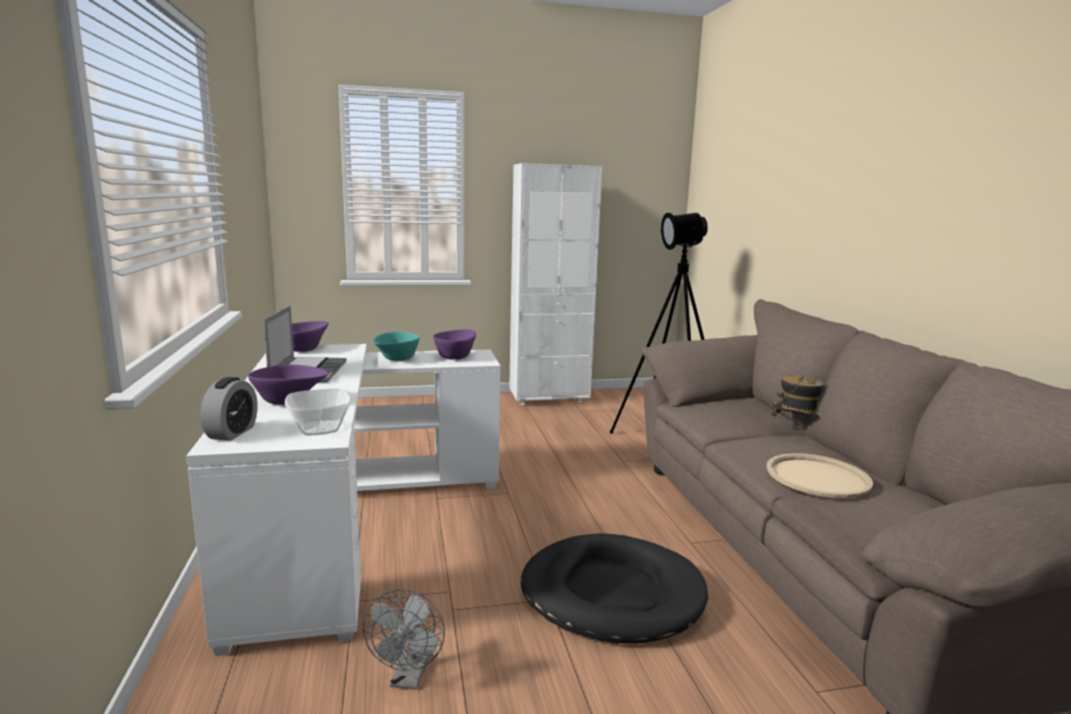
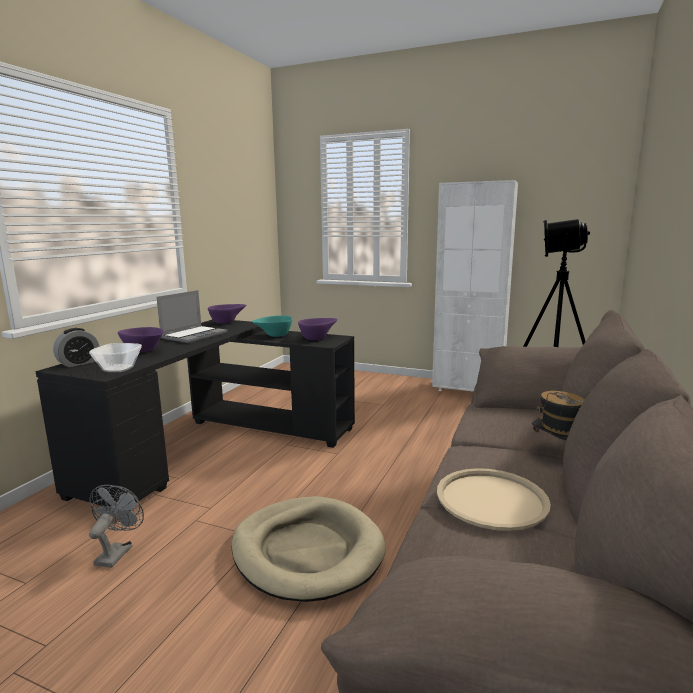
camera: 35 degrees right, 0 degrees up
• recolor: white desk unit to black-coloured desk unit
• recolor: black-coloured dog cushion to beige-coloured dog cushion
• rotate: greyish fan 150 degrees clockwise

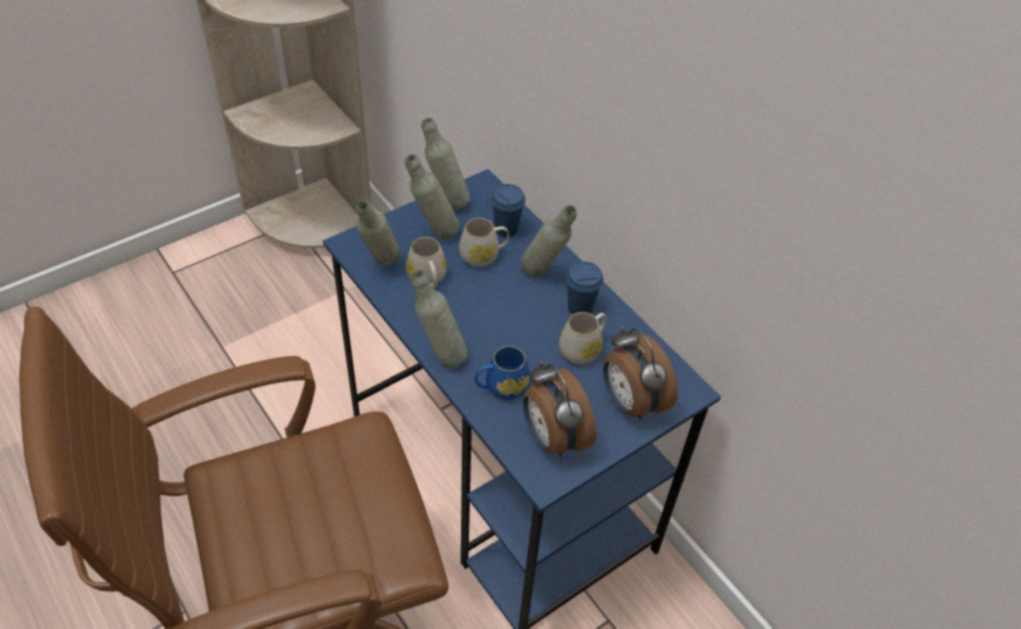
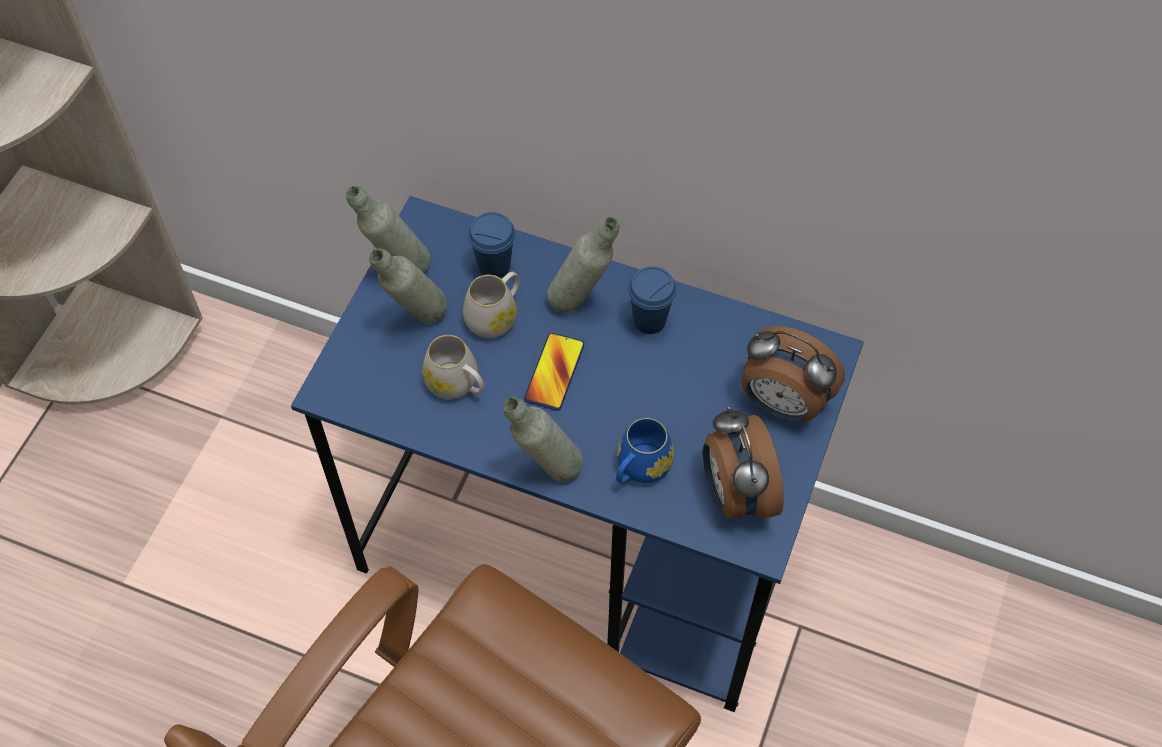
camera: 30 degrees left, 10 degrees up
• delete: greyish drink bottle (1st from left)
• delete: white coffee mug (3rd from left)
• insert: handset
• rotate: bedside clock (1st from left) 45 degrees clockwise

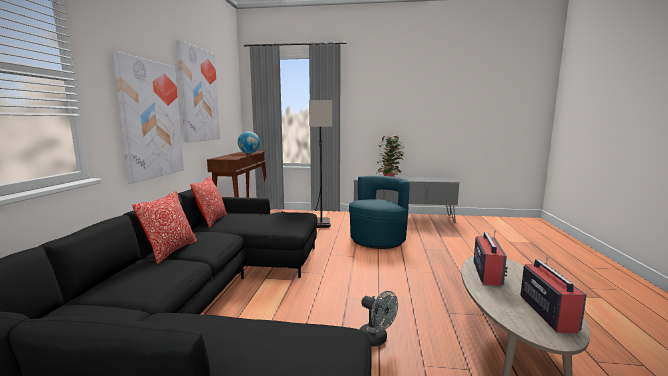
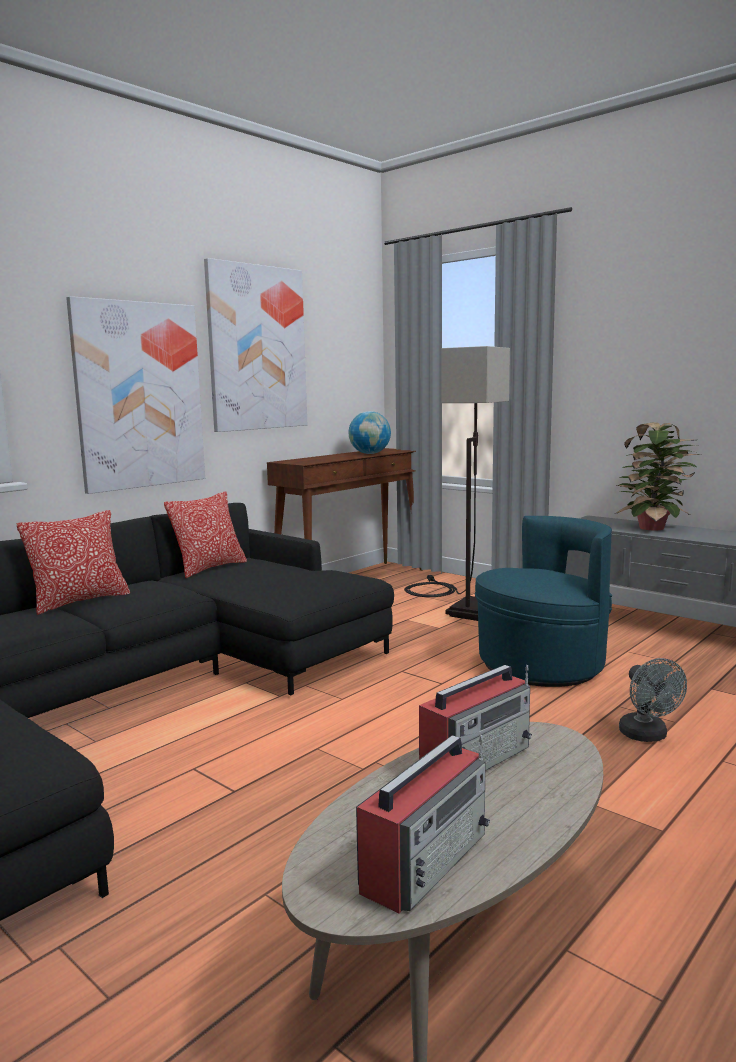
camera: 35 degrees right, 0 degrees up
• move: greyish fan

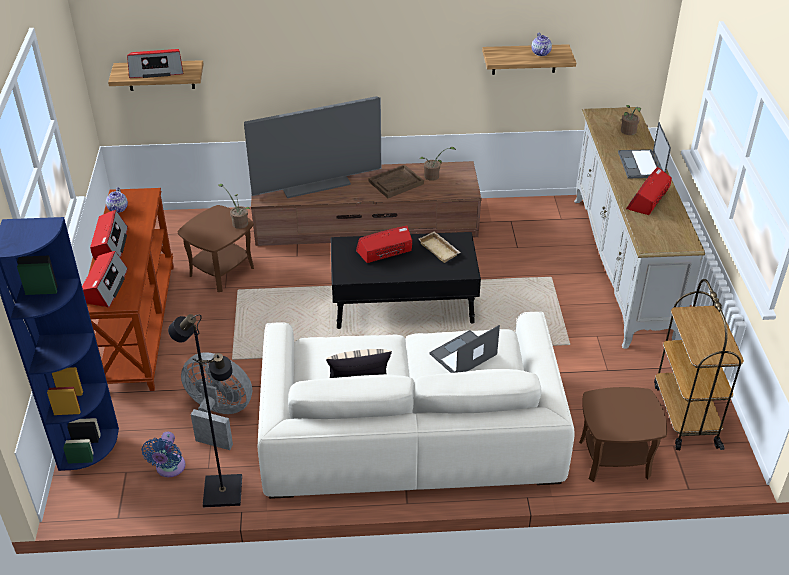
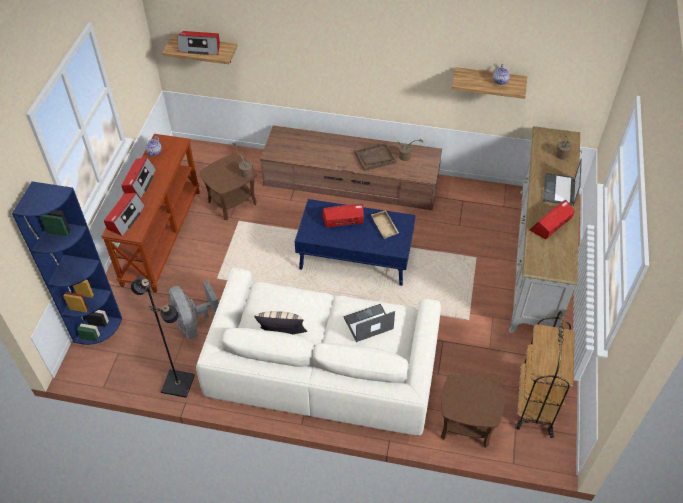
camera: 15 degrees right, 10 degrees up
• delete: blue fan
• delete: TV set
• recolor: black-coloured coffee table to blue coffee table
• rotate: greyish fan 150 degrees counterclockwise

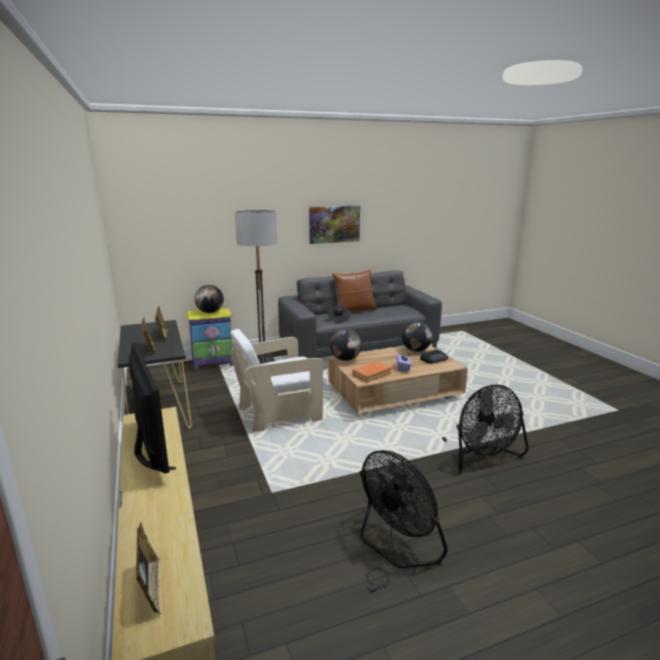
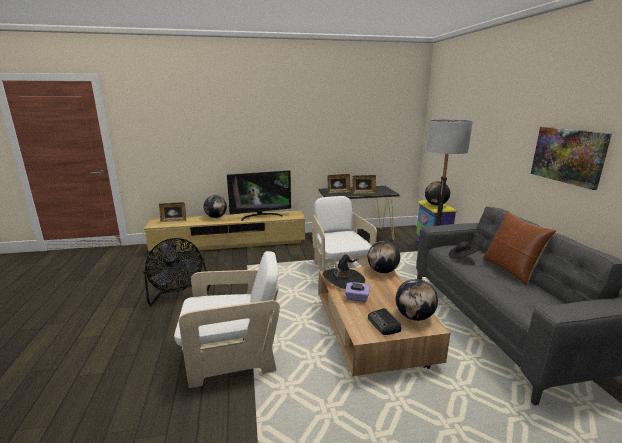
camera: 100 degrees right, 0 degrees up
• insert: desk globe (1st from left)
• replace: orange-coloured volume to black-coloured clothing hat (1st from left)
• replace: black-coloured fan (2nd from left) to white easy chair (1st from left)

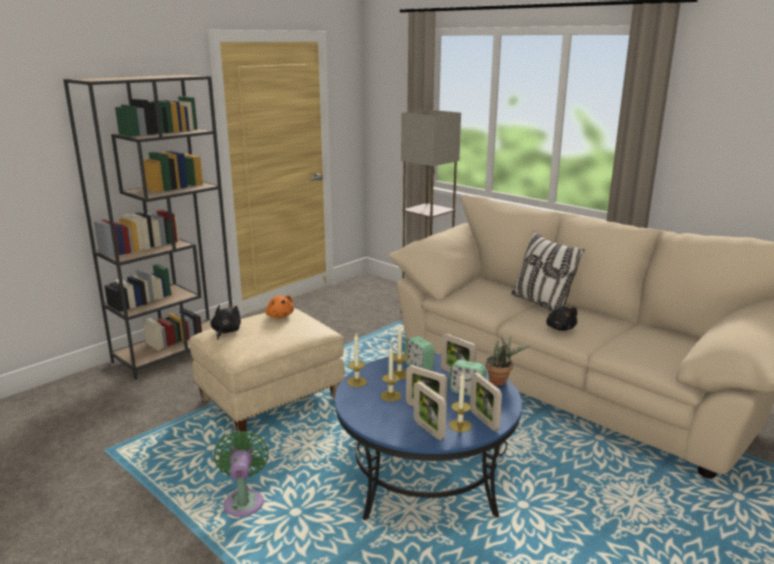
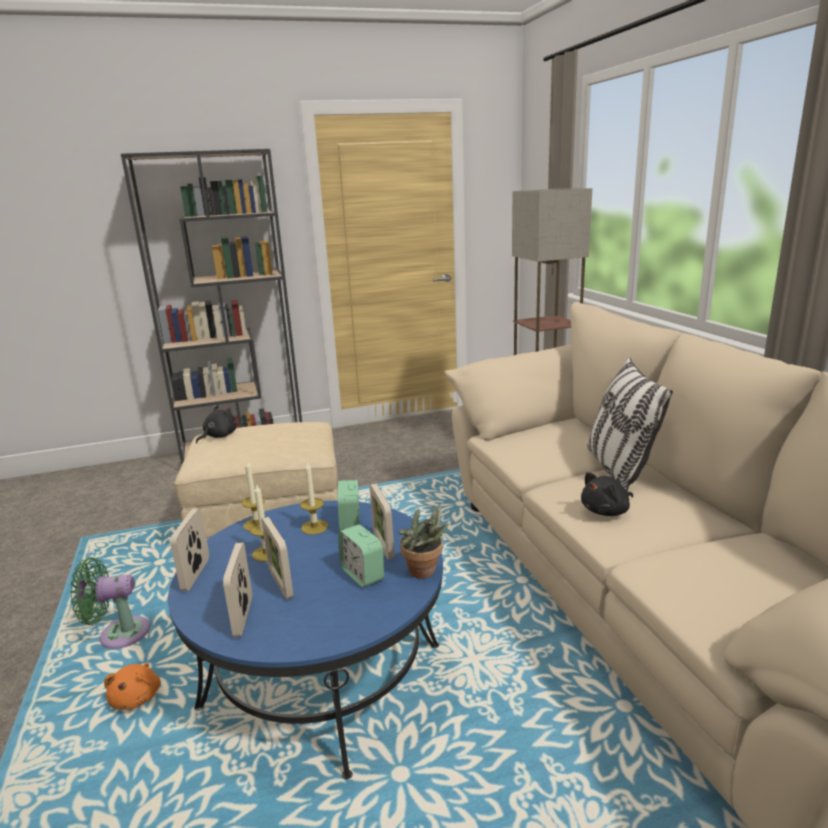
camera: 30 degrees right, 0 degrees up
• delete: wax light (4th from left)
• move: orange-coloured plush toy
• move: photo frame (4th from left in the first image) to photo frame (1st from left)
• rotate: greenish fan 120 degrees counterclockwise
• rotate: black-coloured plush toy (2nd from left) 45 degrees clockwise

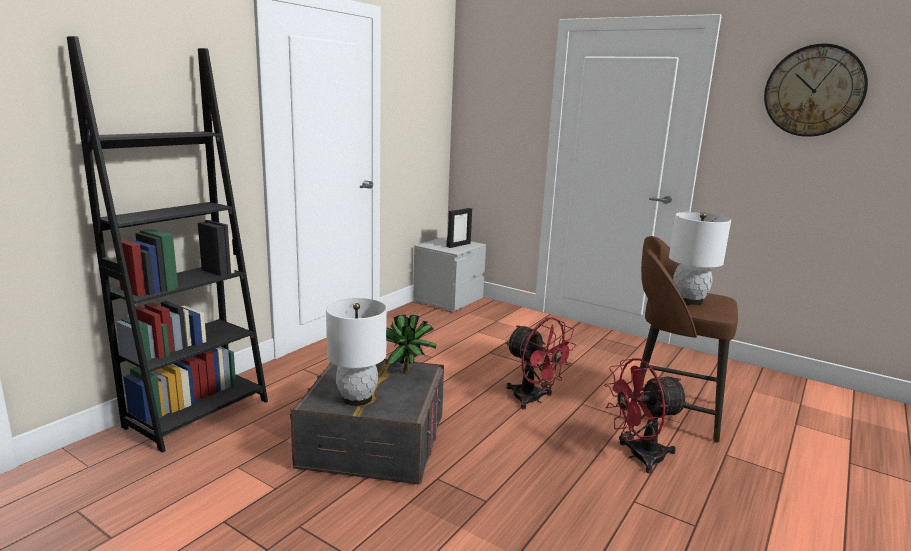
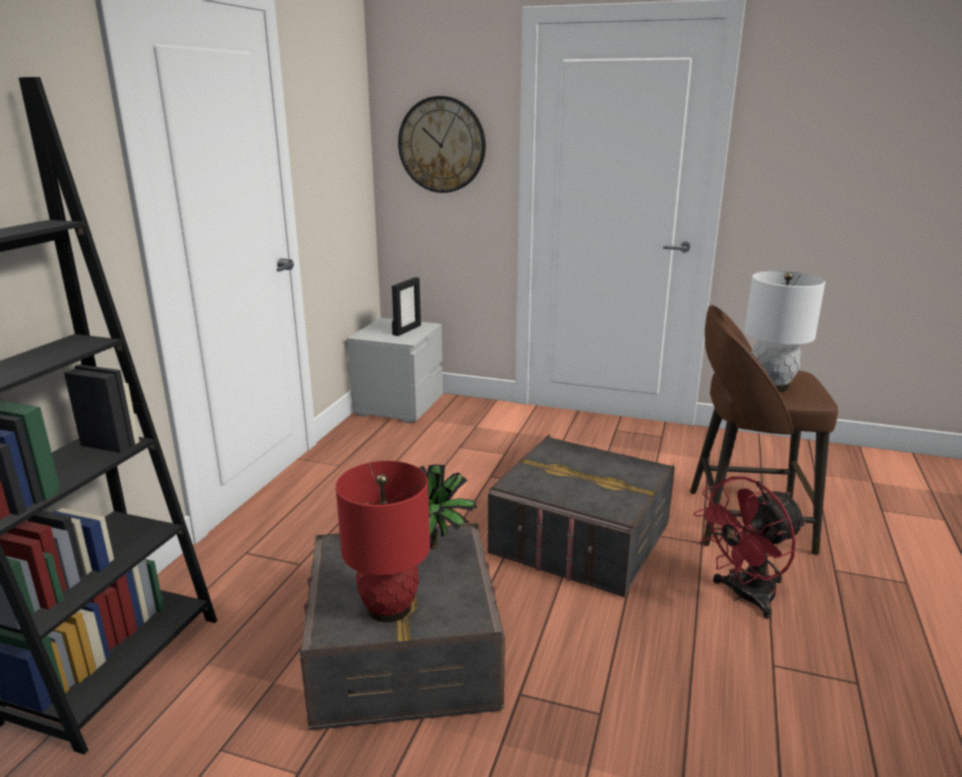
camera: 15 degrees left, 5 degrees up
• move: clock on the wall
• replace: reddish fan (1st from left) to greyish storage container (2nd from left)
• recolor: white tabletop lamp (1st from left) to reddish tabletop lamp

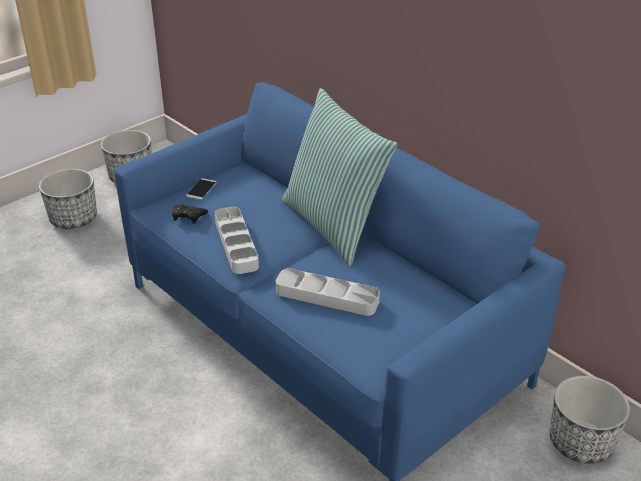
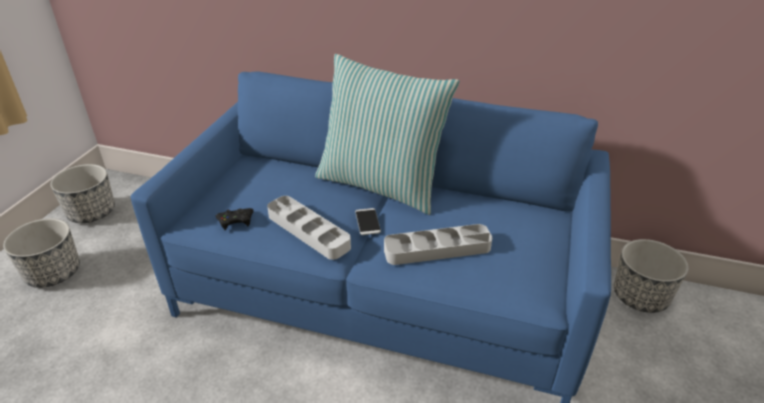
camera: 30 degrees left, 0 degrees up
• move: handset

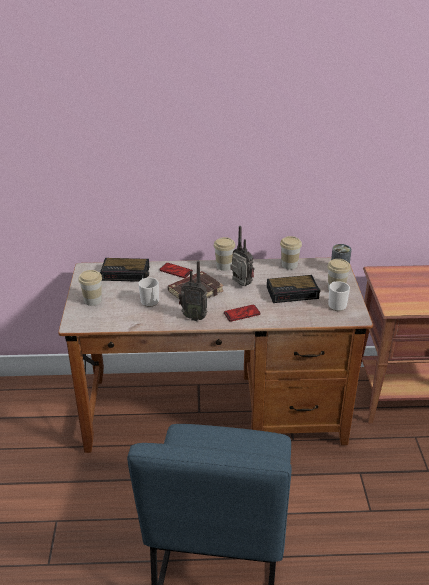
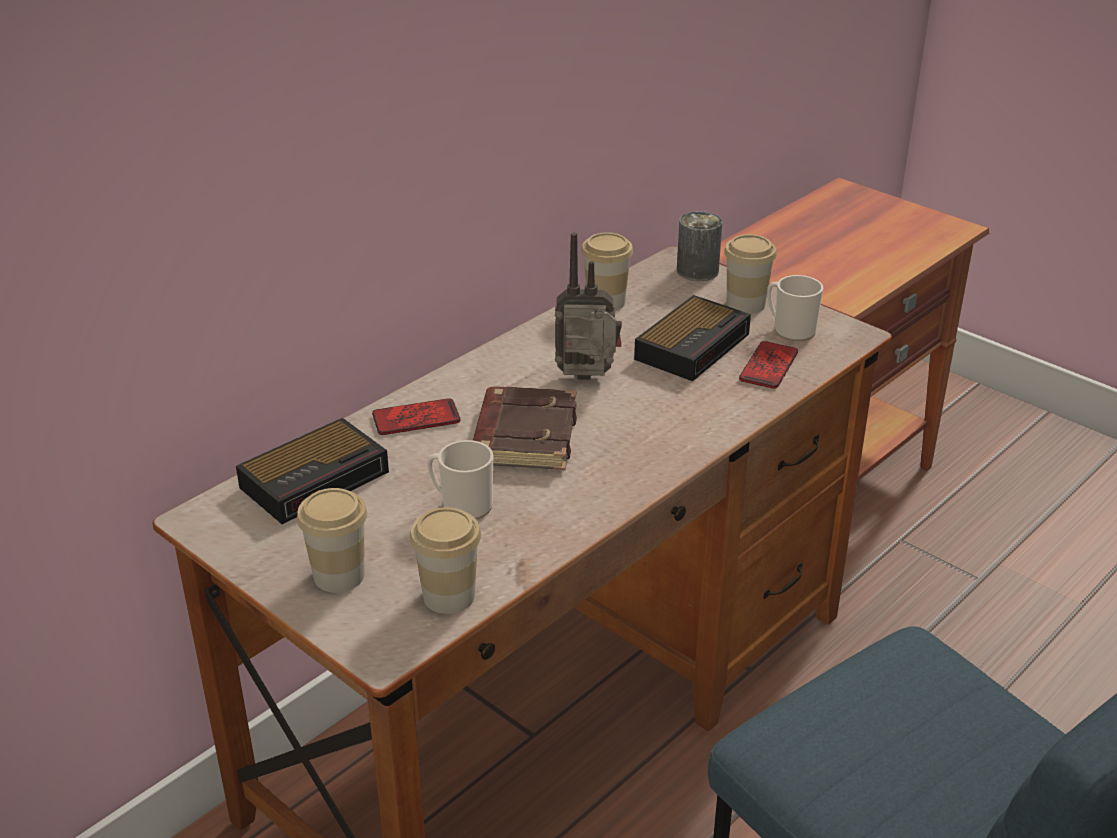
camera: 45 degrees left, 0 degrees up
• delete: radio set (1st from left)
• move: small cup (2nd from left)
• move: handset (2nd from left)

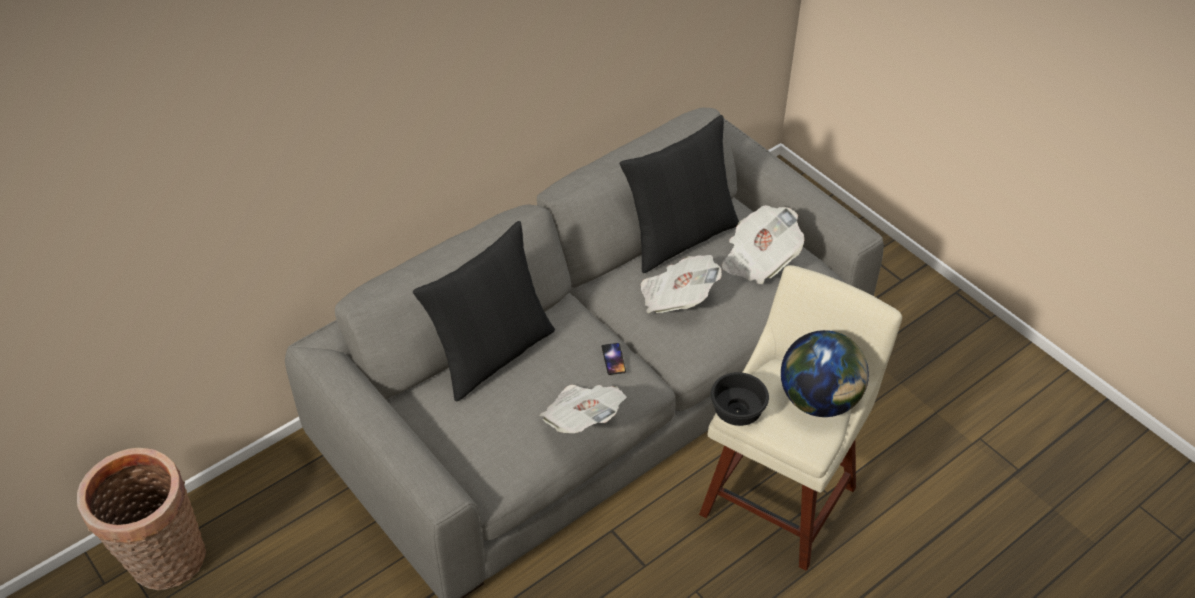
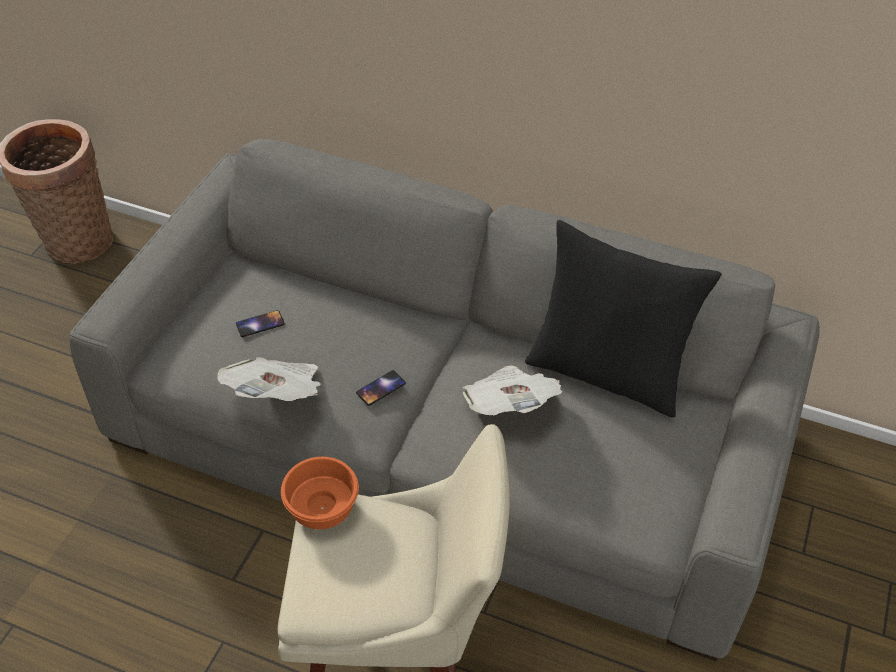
camera: 60 degrees right, 0 degrees up
• delete: black-coloured cushion (1st from left)
• delete: printed paper (3rd from left)
• delete: desk globe
• insert: handset (1st from left)
• recolor: black-coloured bowl to orange-coloured bowl

